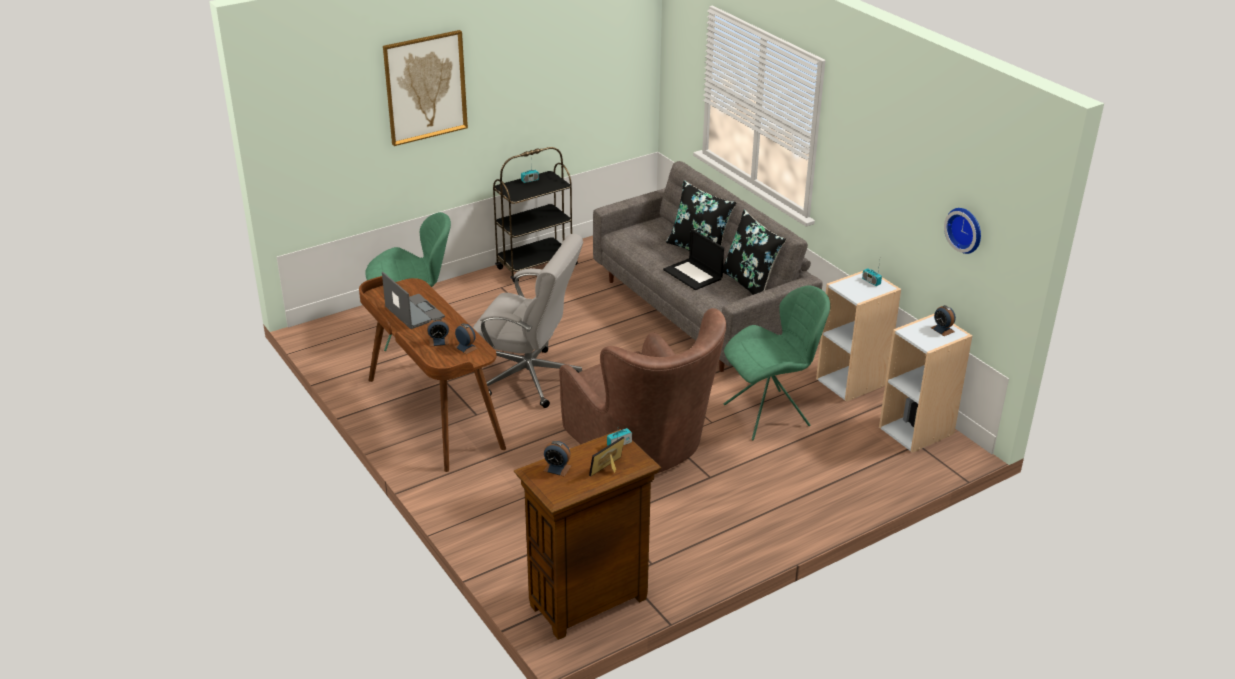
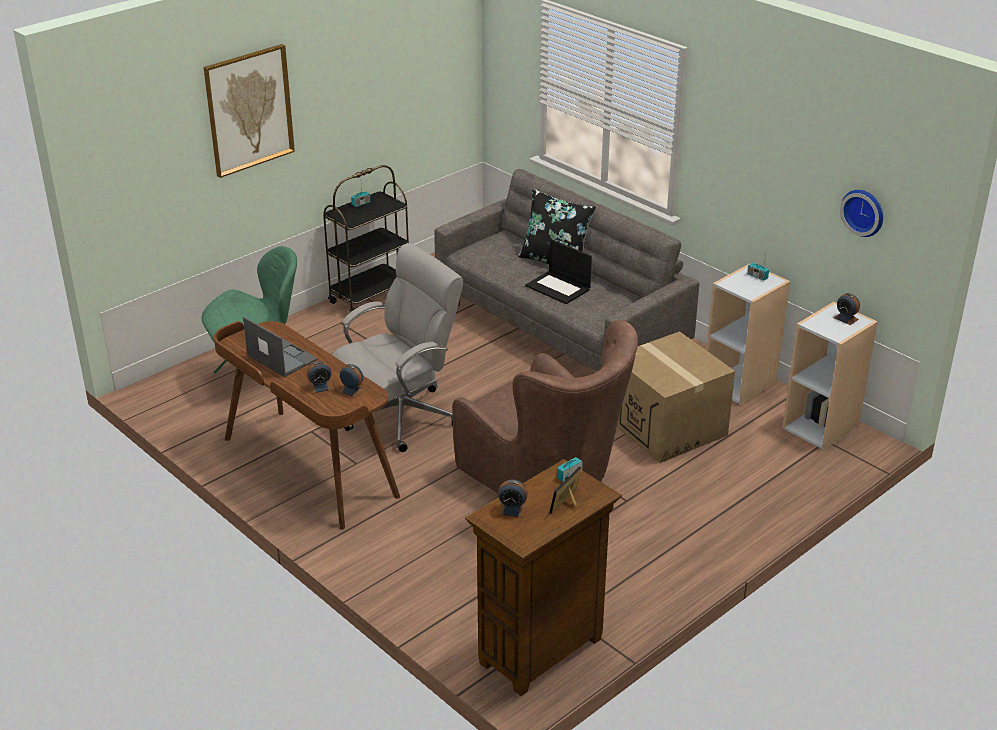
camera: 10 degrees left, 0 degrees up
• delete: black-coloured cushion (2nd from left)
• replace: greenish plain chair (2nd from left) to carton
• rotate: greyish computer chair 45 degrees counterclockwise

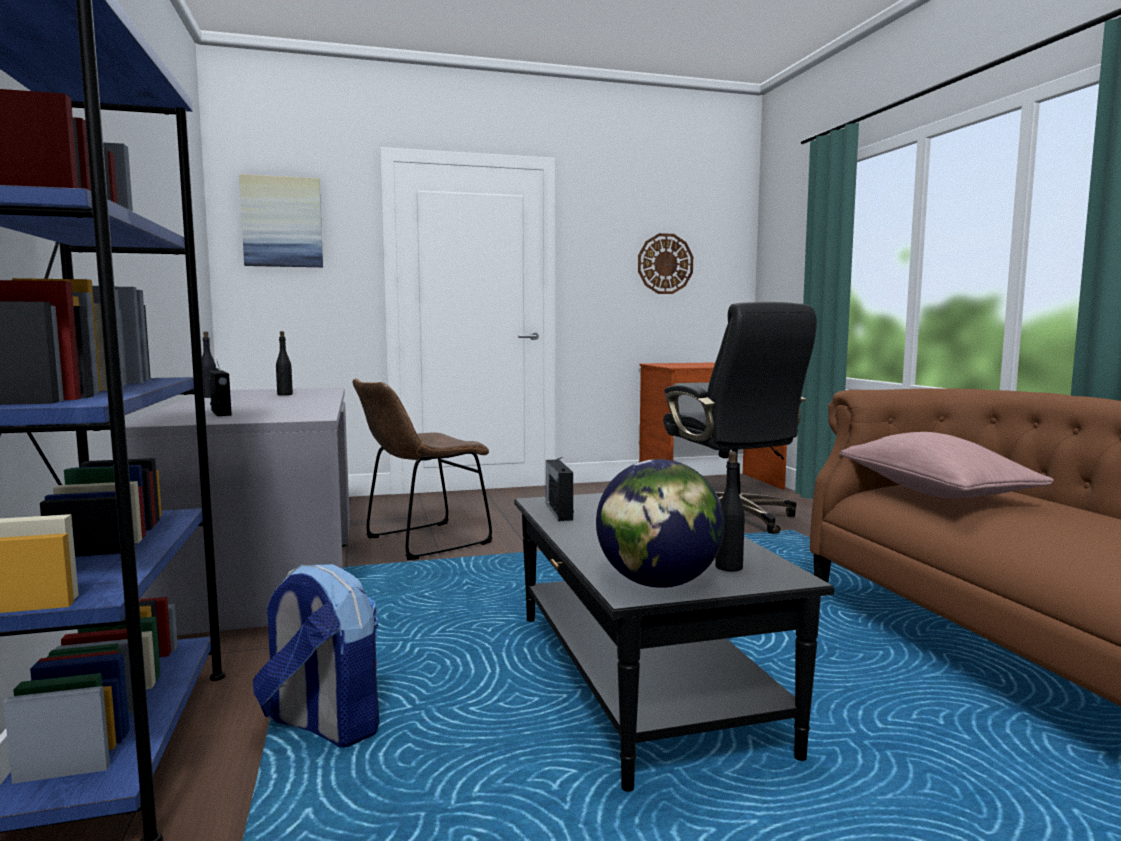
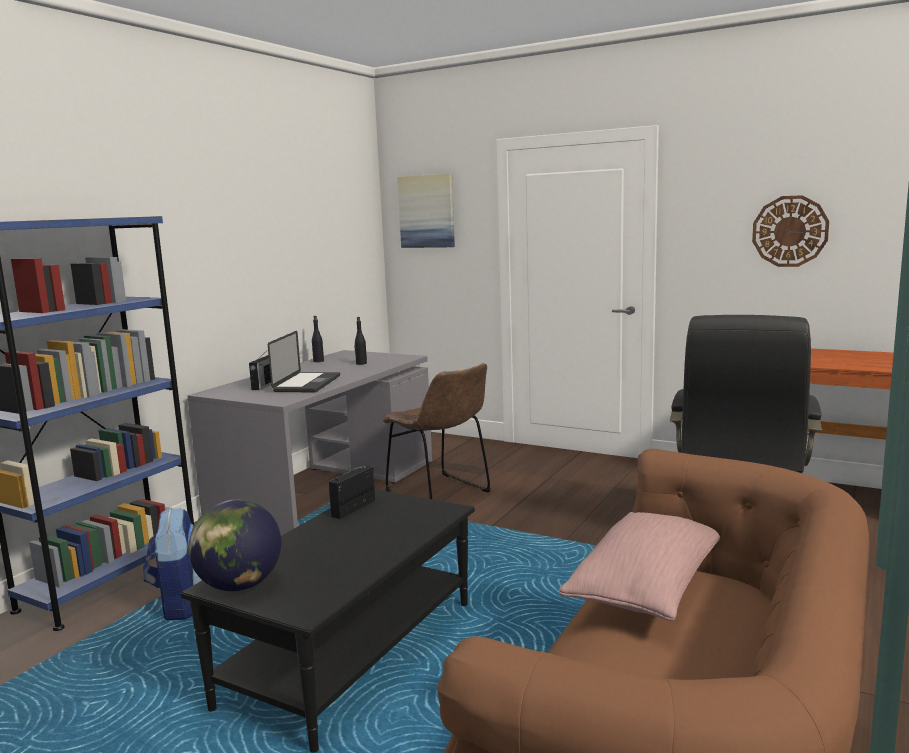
camera: 45 degrees right, 5 degrees up
• delete: black-coloured drink bottle (3rd from left)
• insert: portable computer
• rotate: brown plain chair 135 degrees counterclockwise

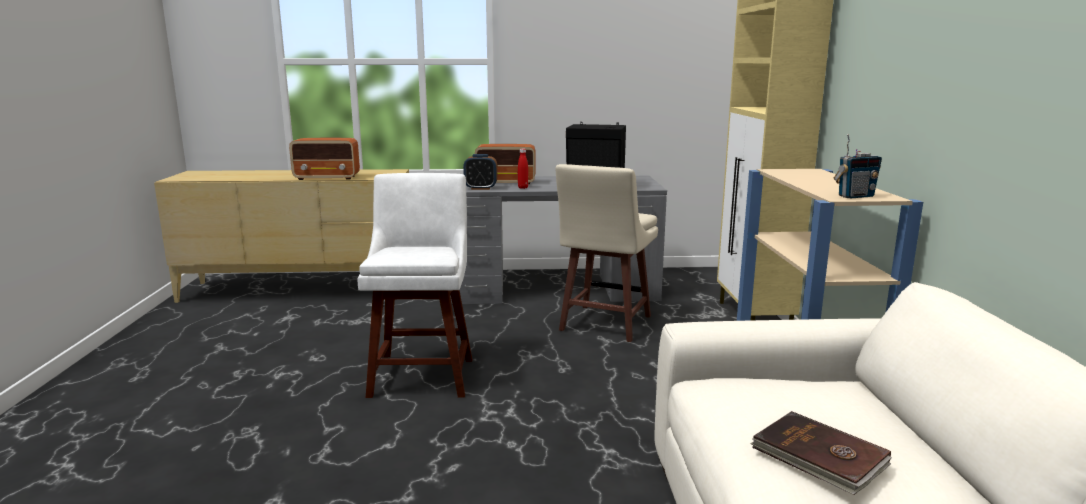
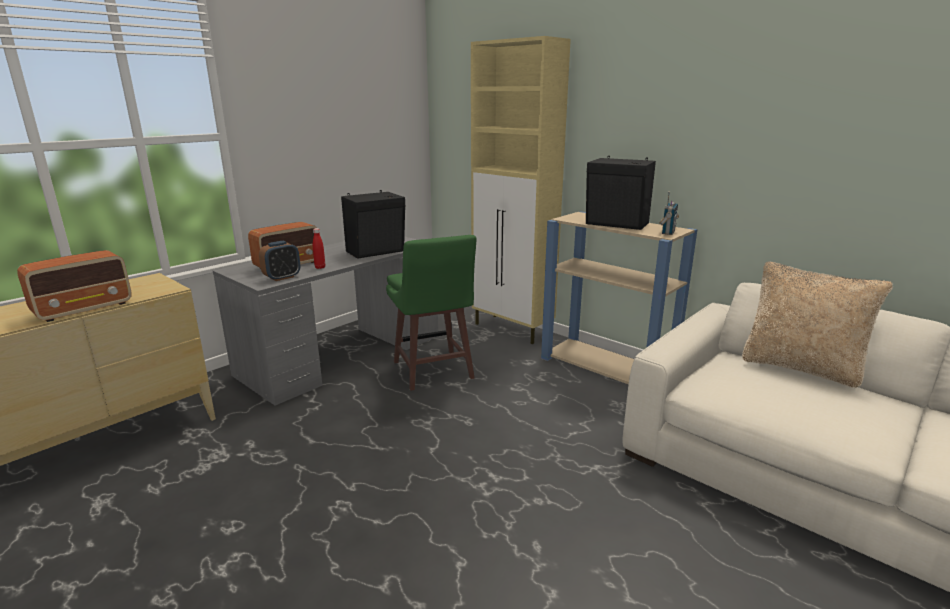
camera: 45 degrees left, 5 degrees up
• delete: white plain chair
• delete: brown volume
• insert: black-coloured loudspeaker (2nd from left)
• insert: beige-coloured cushion
• recolor: beige-coloured stool to greenish stool

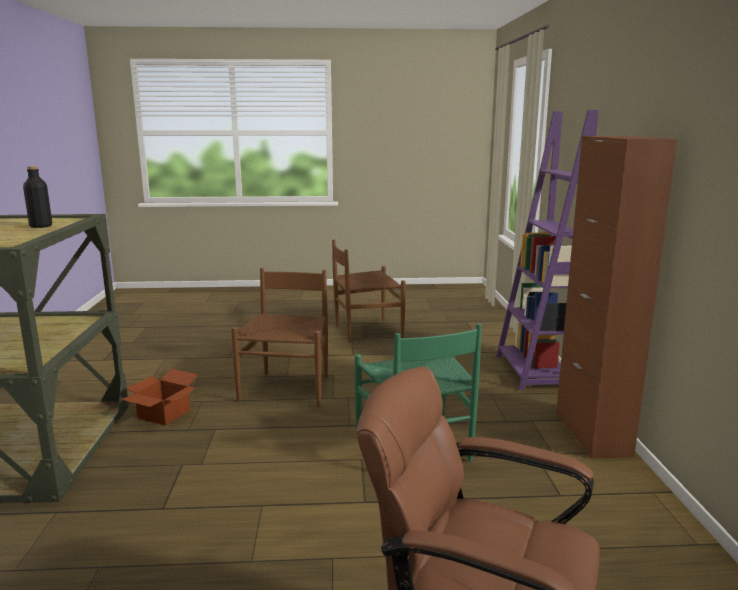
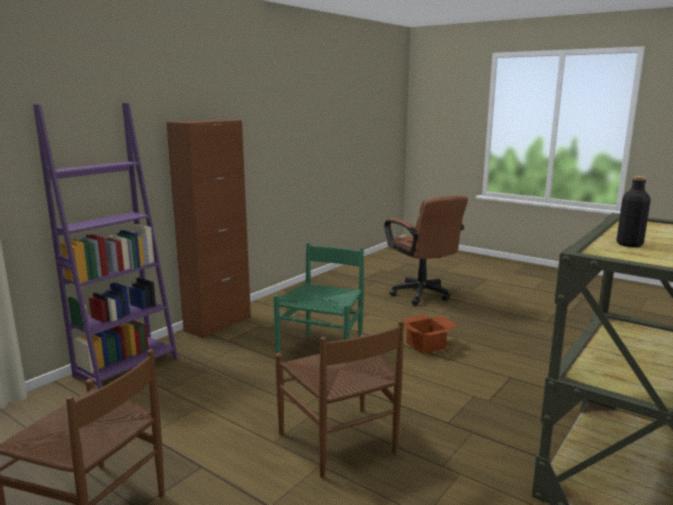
camera: 140 degrees left, 0 degrees up
• move: carton
• rotate: brown plain chair (1st from left in the first image) 75 degrees counterclockwise

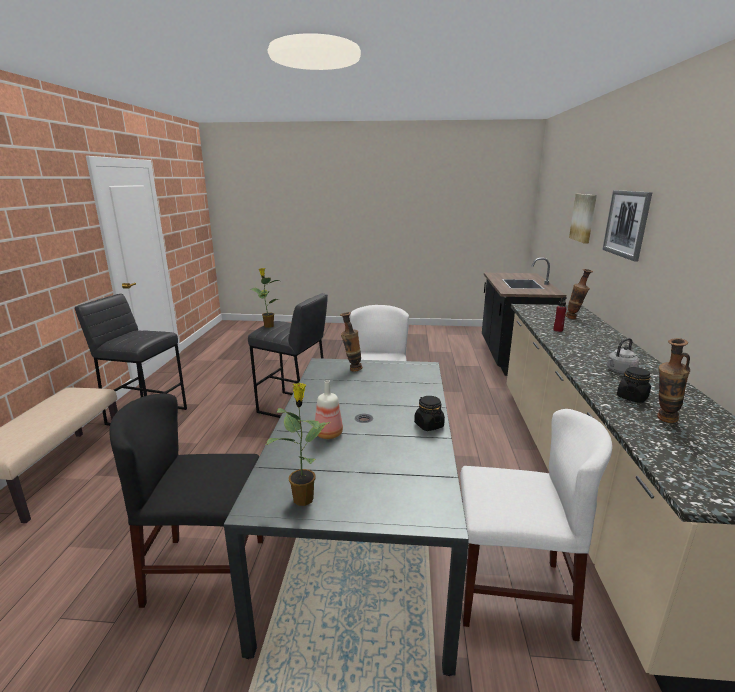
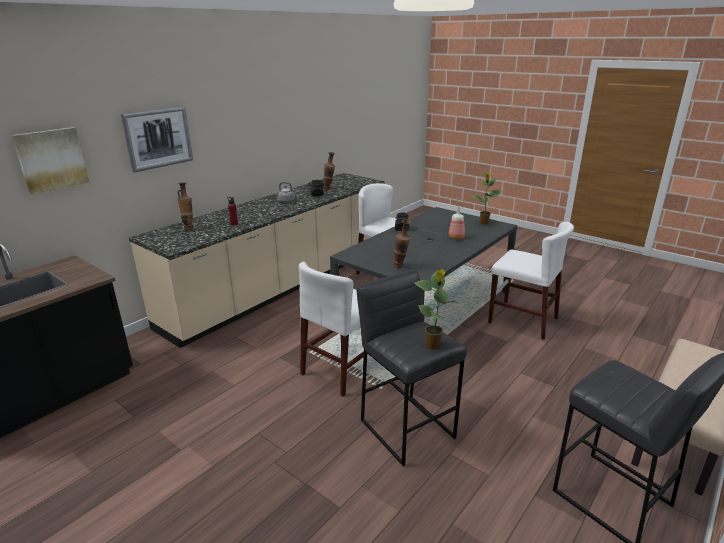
camera: 145 degrees left, 5 degrees up
• recolor: black-coloured plain chair to white plain chair (3rd from left)

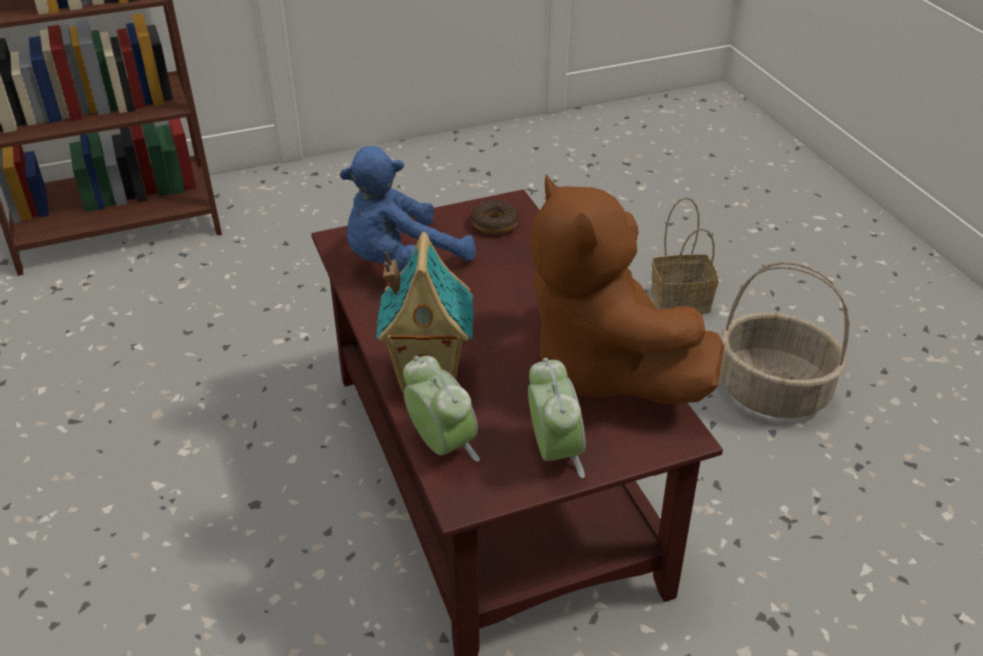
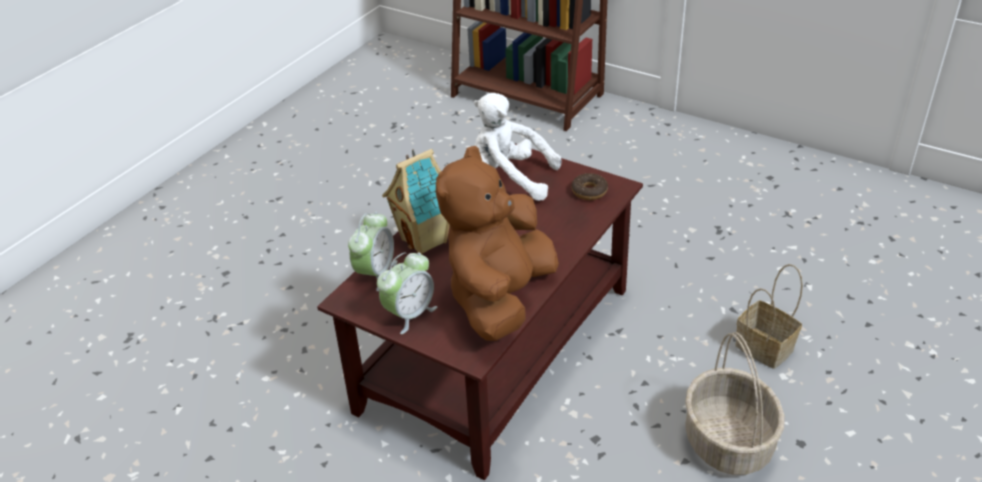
camera: 55 degrees right, 0 degrees up
• recolor: blue plush toy to white plush toy

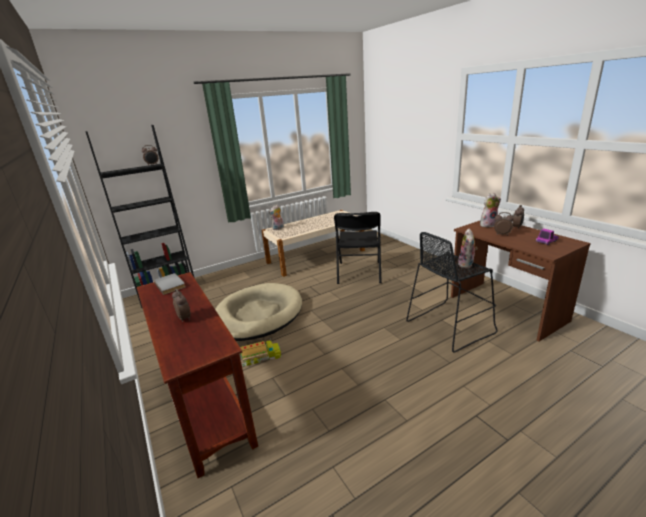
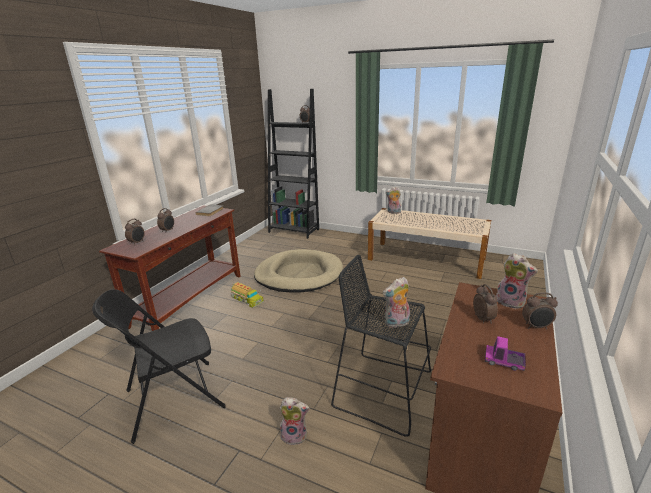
camera: 55 degrees right, 0 degrees up
• insert: bedside clock (1st from left)
• insert: plush toy (1st from left)
• move: black-coloured plain chair

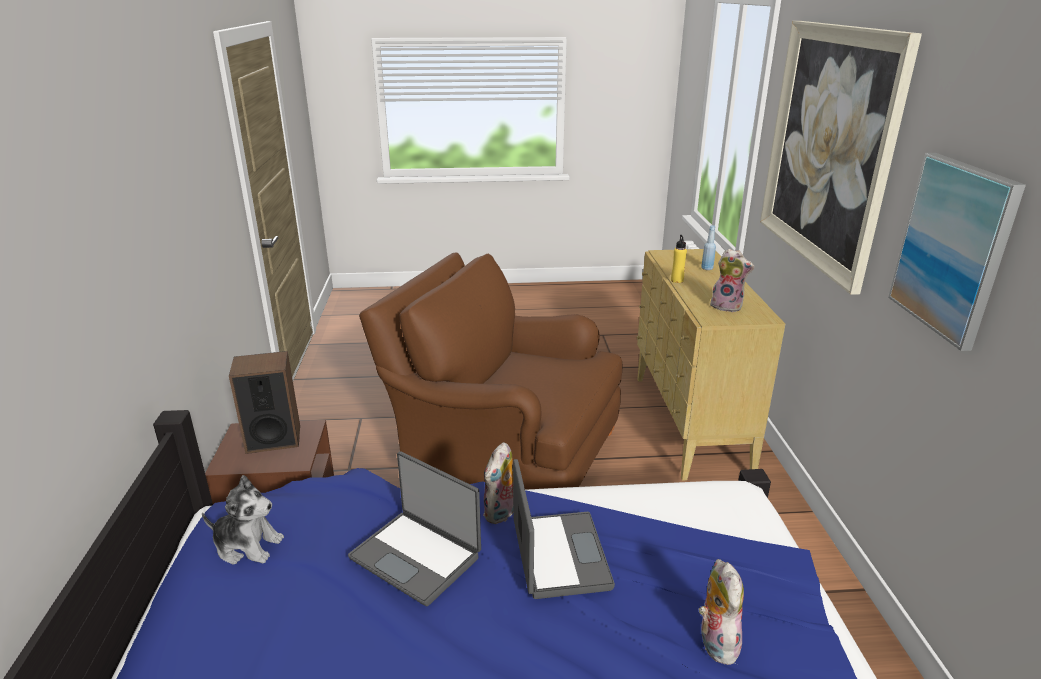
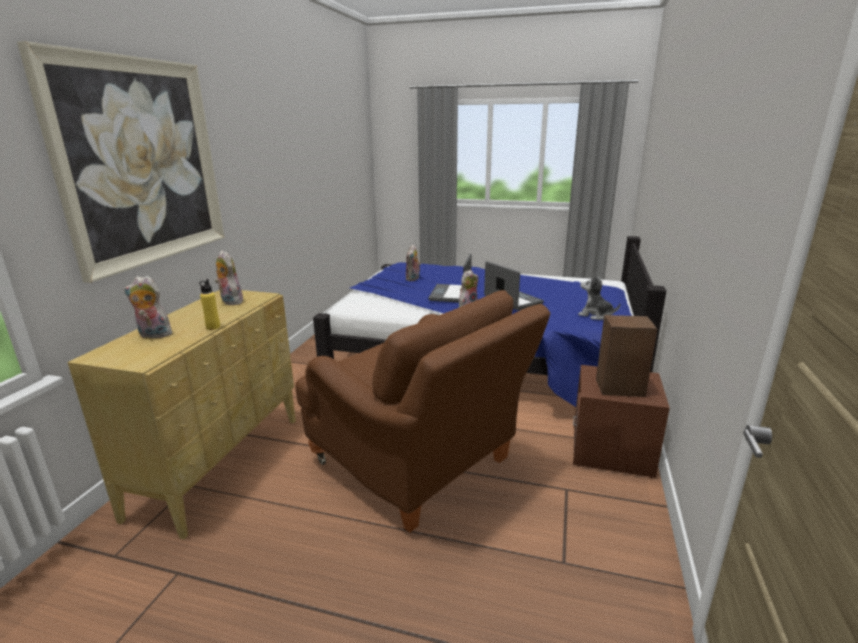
camera: 160 degrees left, 5 degrees down
• delete: picture (2nd from left)
• replace: blue drink bottle to plush toy (1st from left)

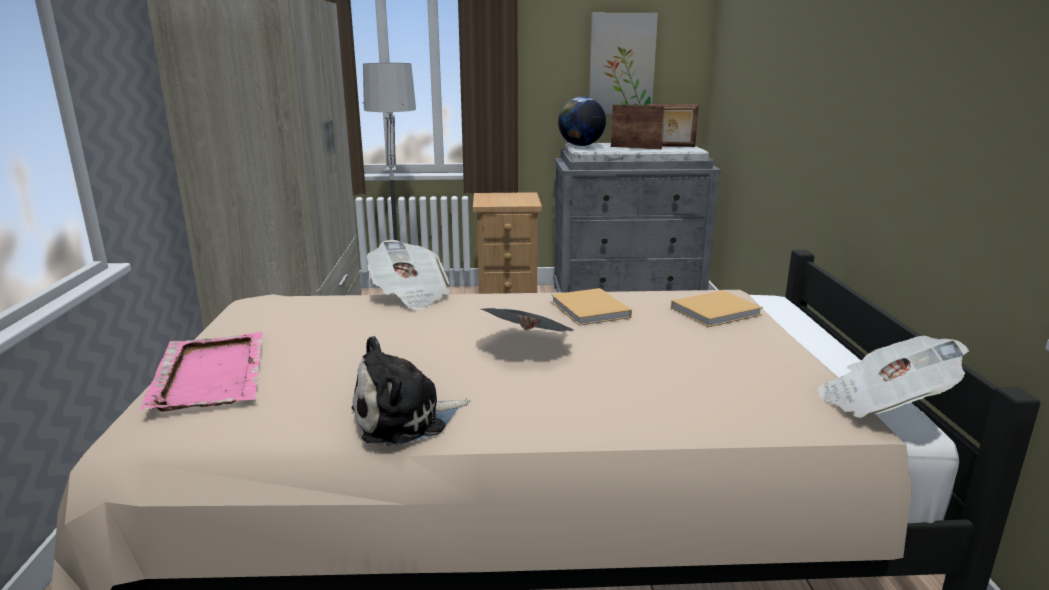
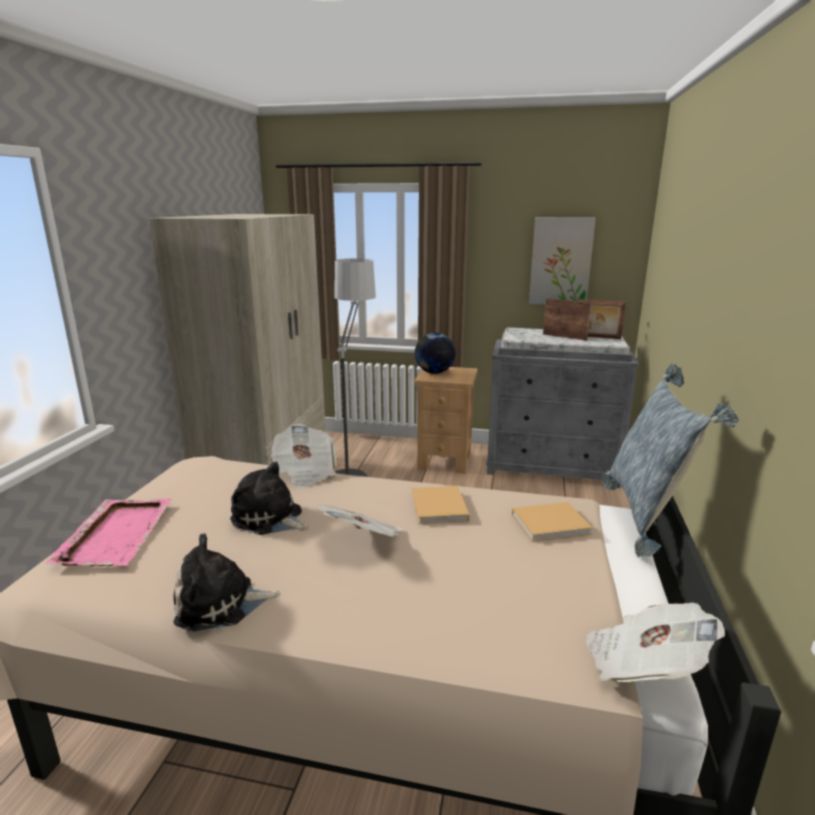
camera: 15 degrees right, 0 degrees up
• insert: plush toy (2nd from left)
• insert: cushion
• move: desk globe

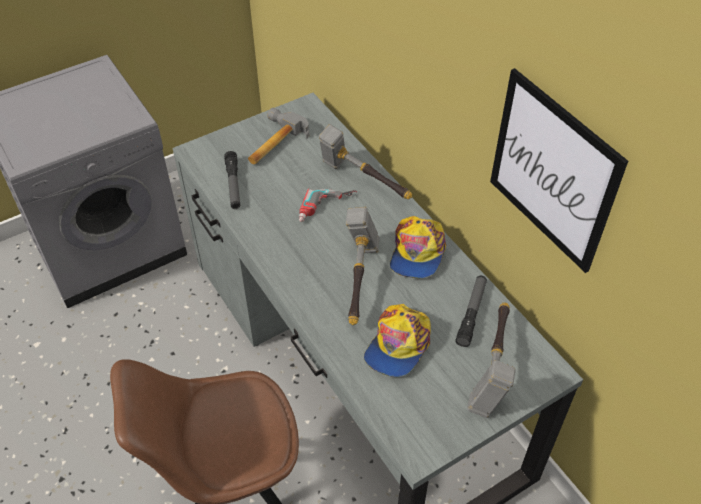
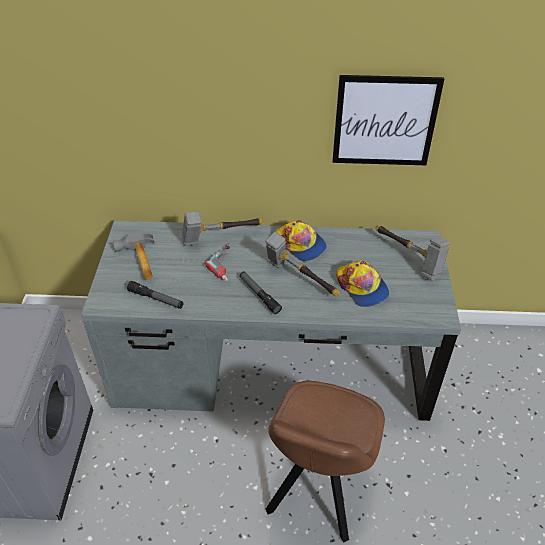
camera: 55 degrees left, 5 degrees down
• move: hand torch (2nd from left)

